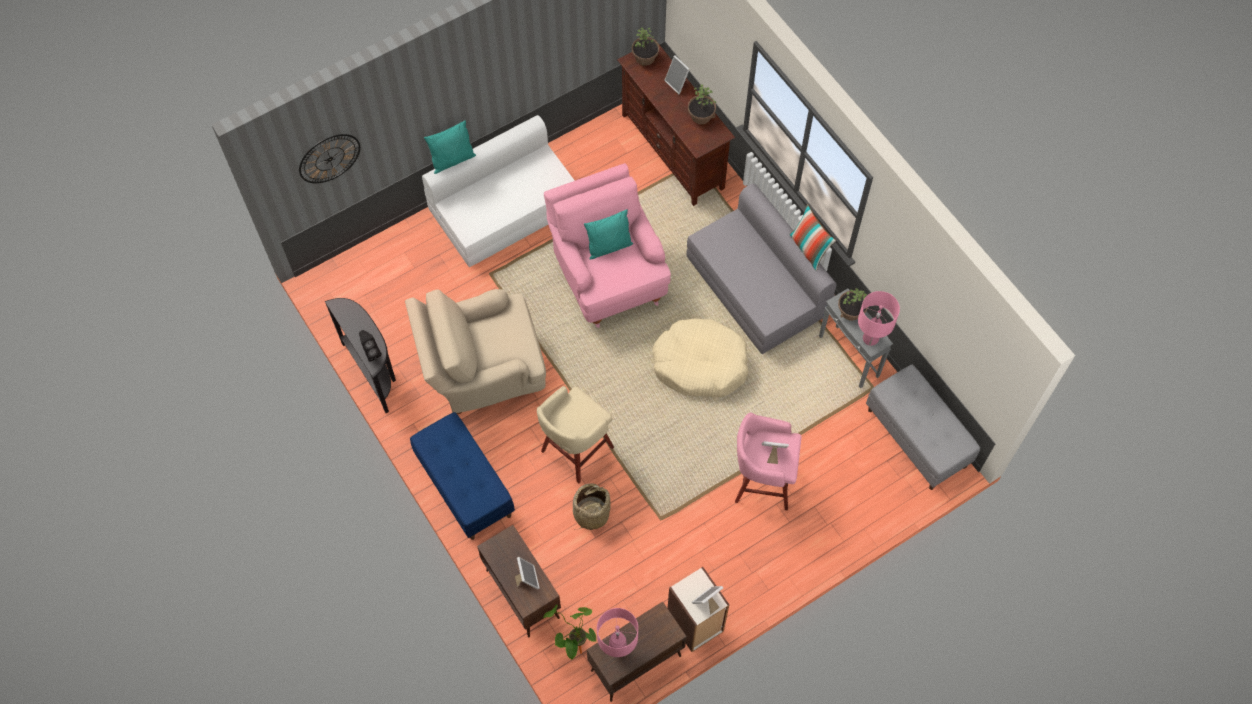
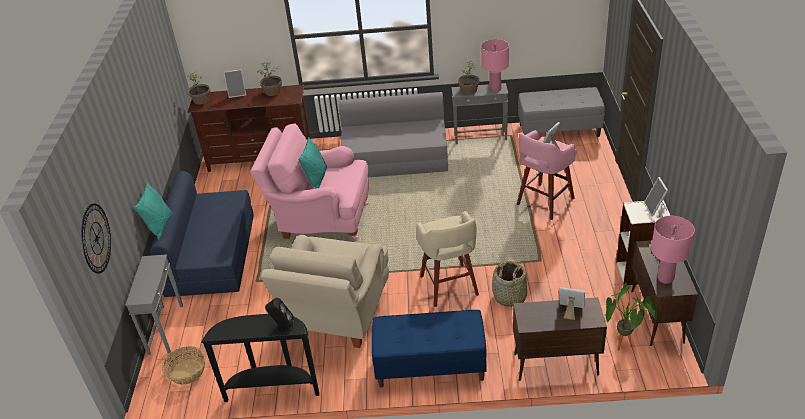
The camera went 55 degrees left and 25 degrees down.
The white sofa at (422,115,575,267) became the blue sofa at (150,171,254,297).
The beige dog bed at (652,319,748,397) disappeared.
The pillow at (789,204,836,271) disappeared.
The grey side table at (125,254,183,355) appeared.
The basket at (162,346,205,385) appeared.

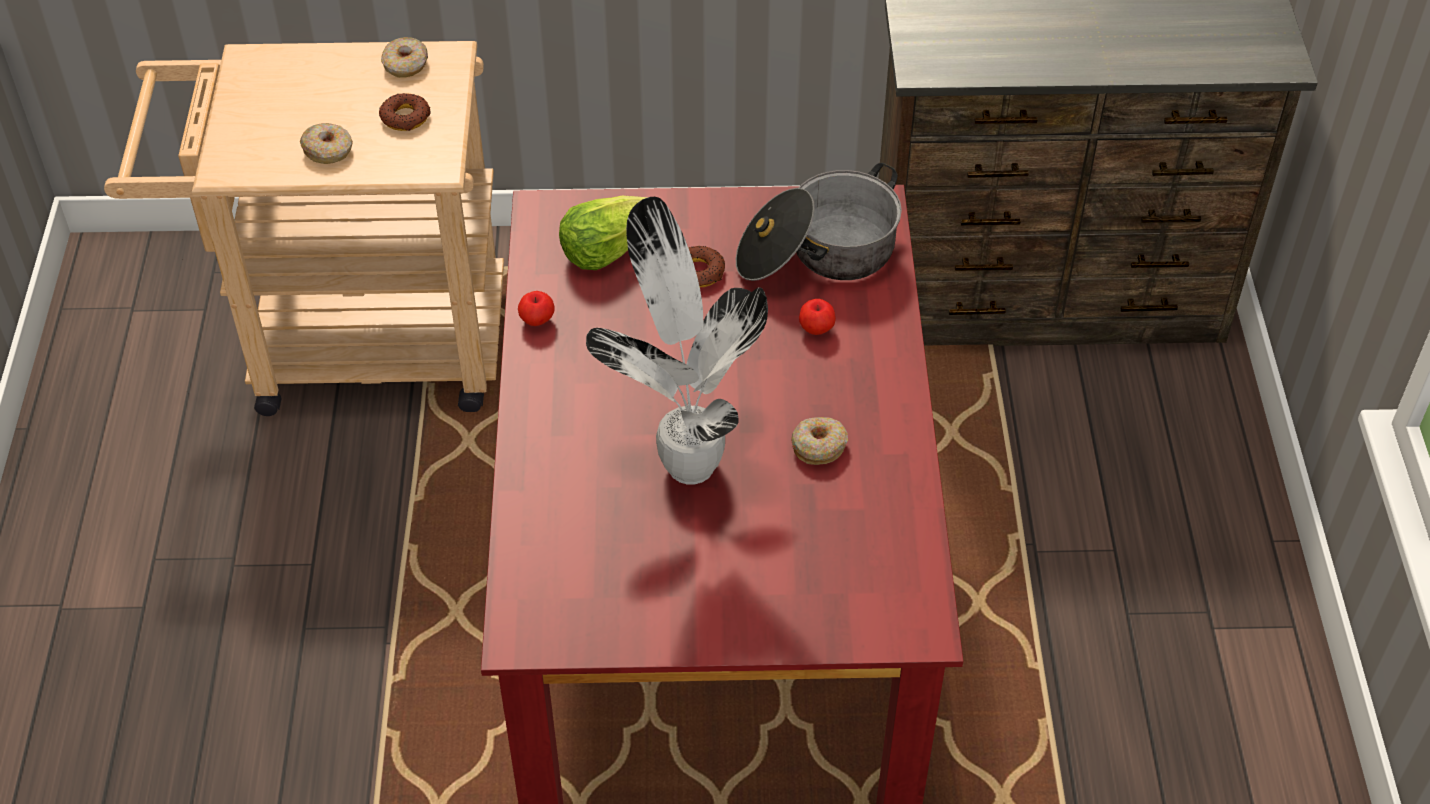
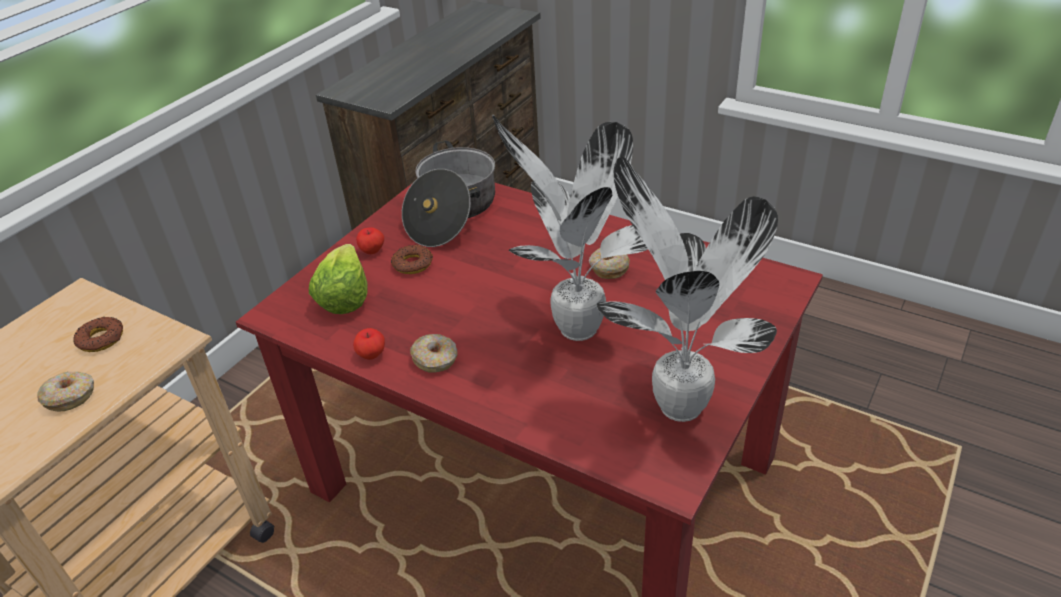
The camera went 55 degrees left and 10 degrees down.
The donut moved from (381,37,428,78) to (410,334,458,373).
The apple moved from (799,299,836,335) to (356,227,384,254).
The potted plant at (597,156,778,422) appeared.

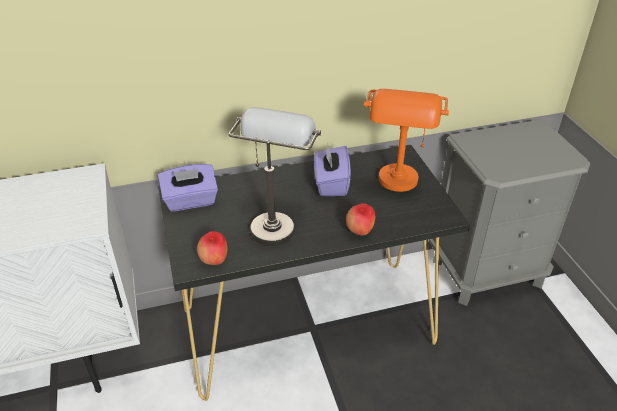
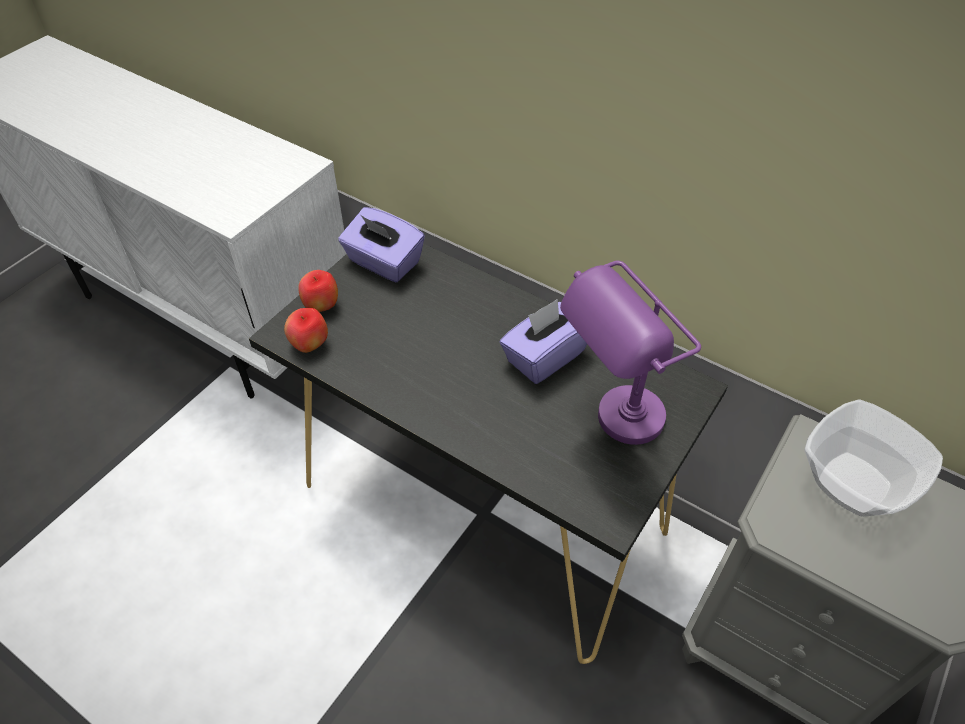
The camera went 50 degrees right and 10 degrees up.
The grey table lamp at (228,107,321,246) disappeared.
The apple moved from (346,203,375,236) to (298,270,338,312).
The orange table lamp at (364,89,449,192) became the purple table lamp at (560,261,701,445).
The bowl at (805,399,943,517) appeared.

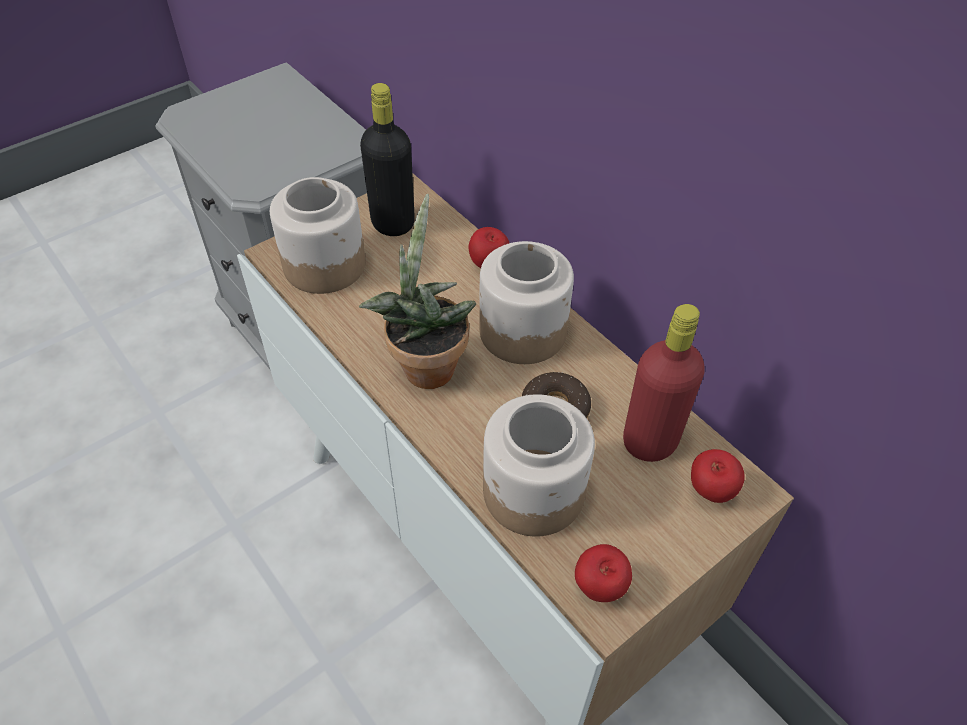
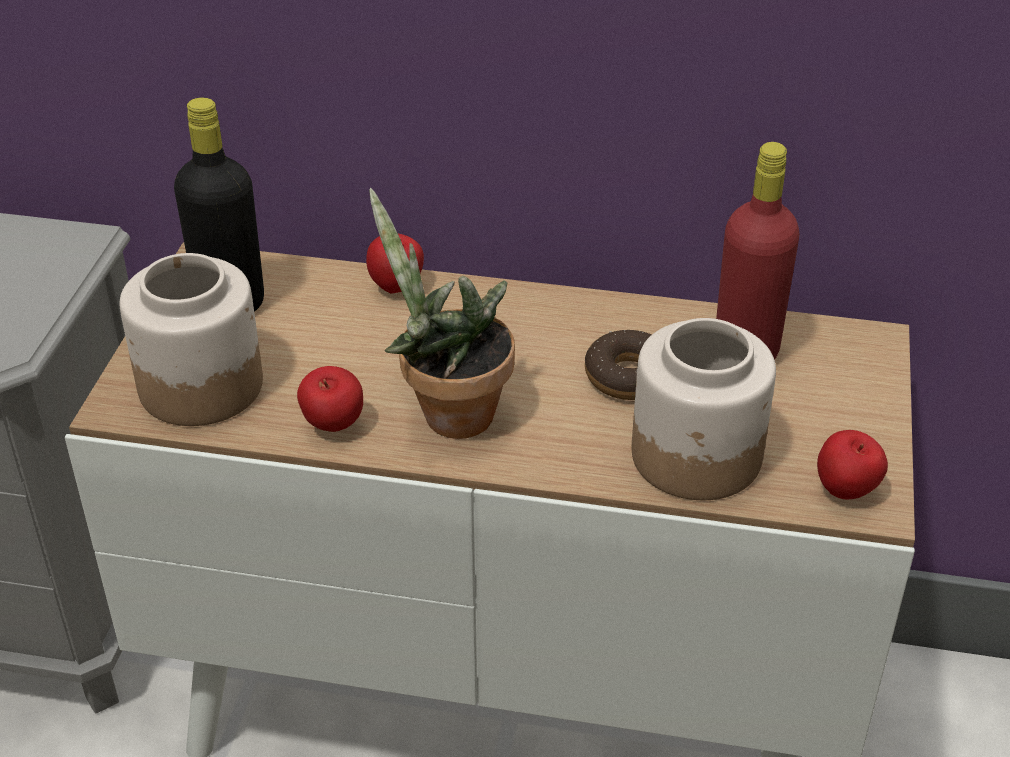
The camera went 40 degrees left and 10 degrees down.
The jar at (479,241,574,364) disappeared.
The apple moved from (691,449,745,503) to (297,366,363,432).

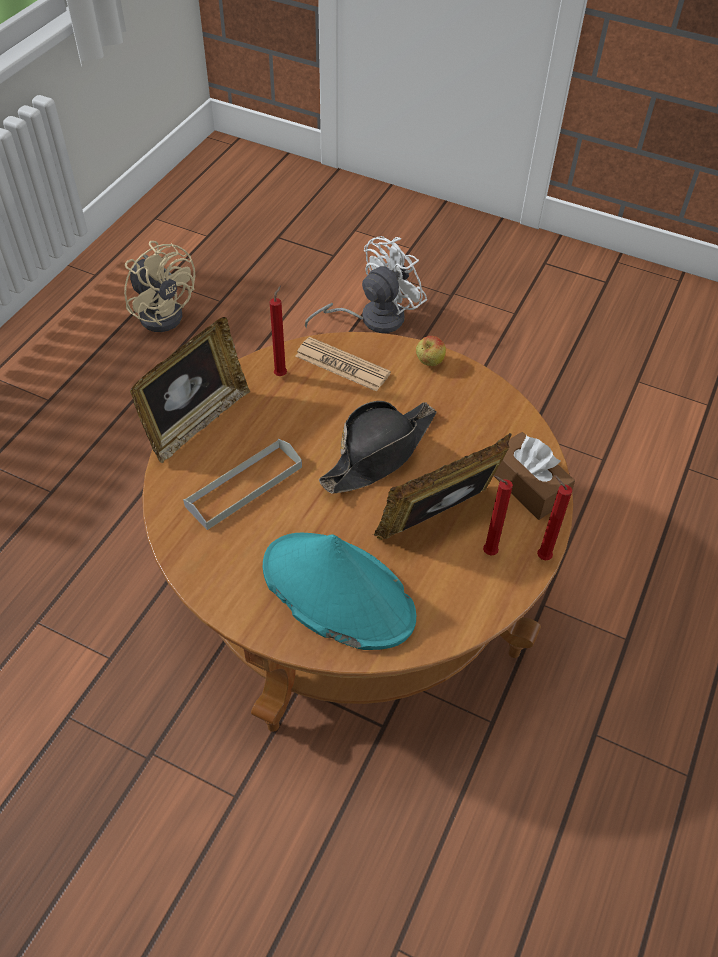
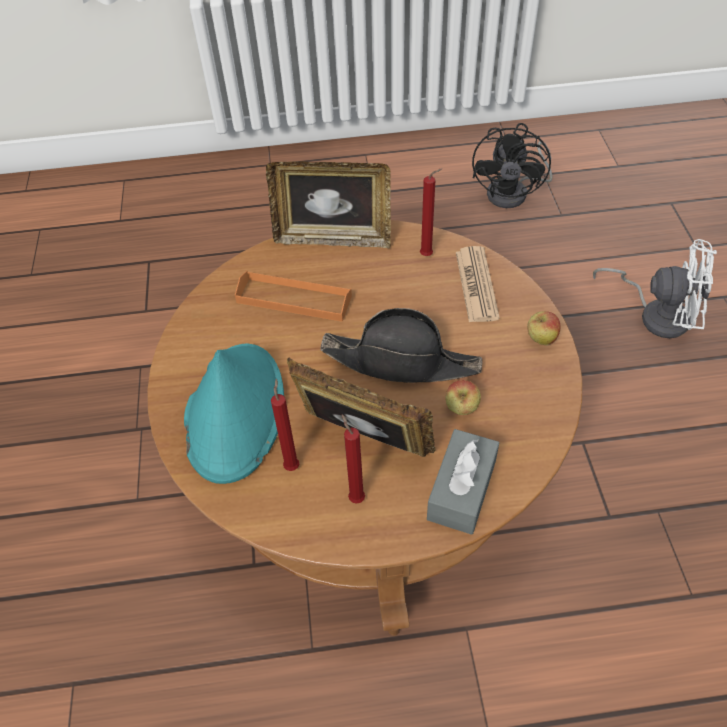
The camera went 60 degrees right and 0 degrees up.
The beige fan at (124,241,195,332) became the black fan at (472,123,552,208).
The grey tray at (183,439,302,530) became the orange tray at (235,271,352,322).
The brown tissue box at (494,432,575,520) became the grey tissue box at (427,429,499,535).
The red candle moved from (537,475,573,560) to (271,378,299,471).
The apple at (445,380,481,415) appeared.

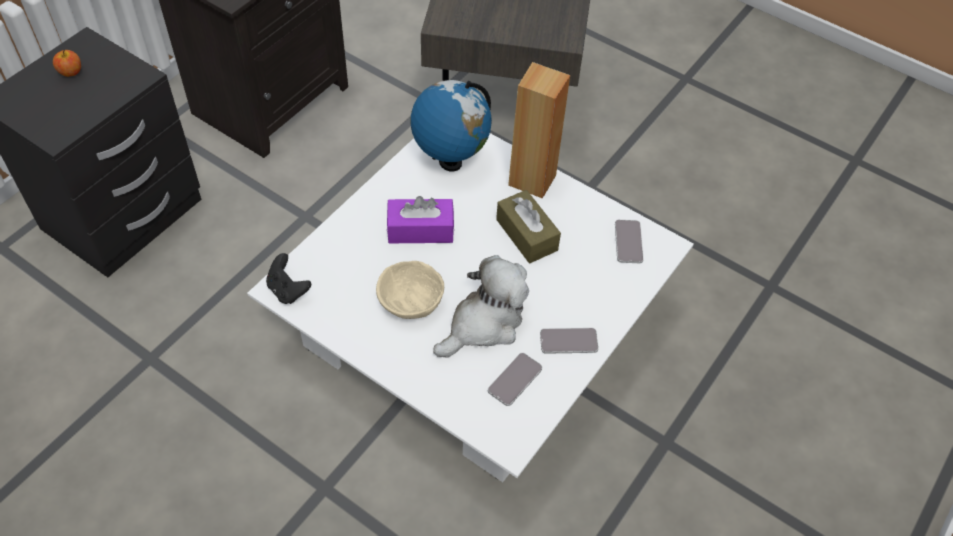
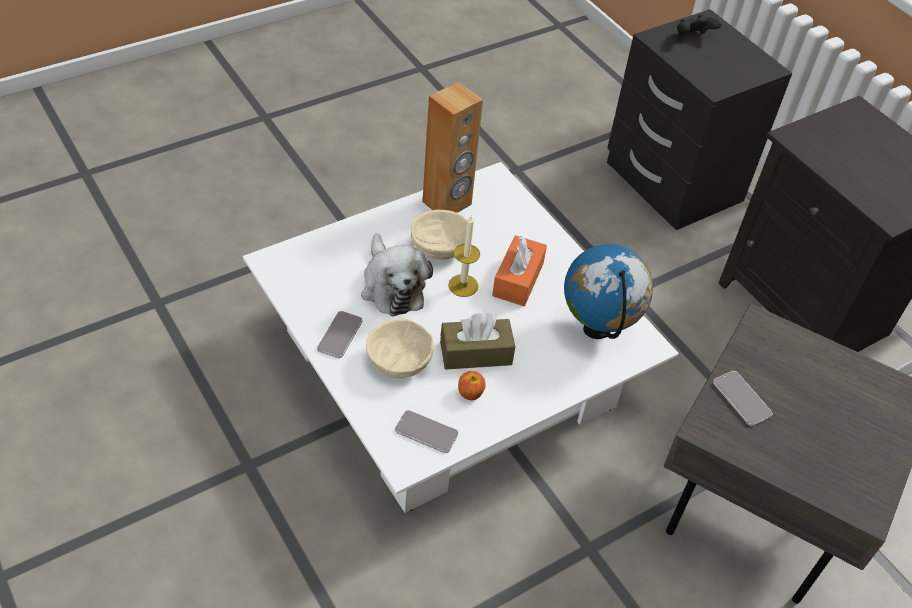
The camera went 110 degrees right and 5 degrees down.
The apple moved from (53,50,81,77) to (458,371,486,400).
The black game controller moved from (266,253,311,304) to (677,15,722,36).
The purple tissue box at (387,196,454,243) became the orange tissue box at (492,235,547,306).
The phone moved from (488,353,542,406) to (713,371,773,426).
The brown speaker moved from (508,62,570,199) to (422,82,483,213).
The beige bowl at (366,319,434,378) appeared.
The candle at (448,216,480,297) appeared.

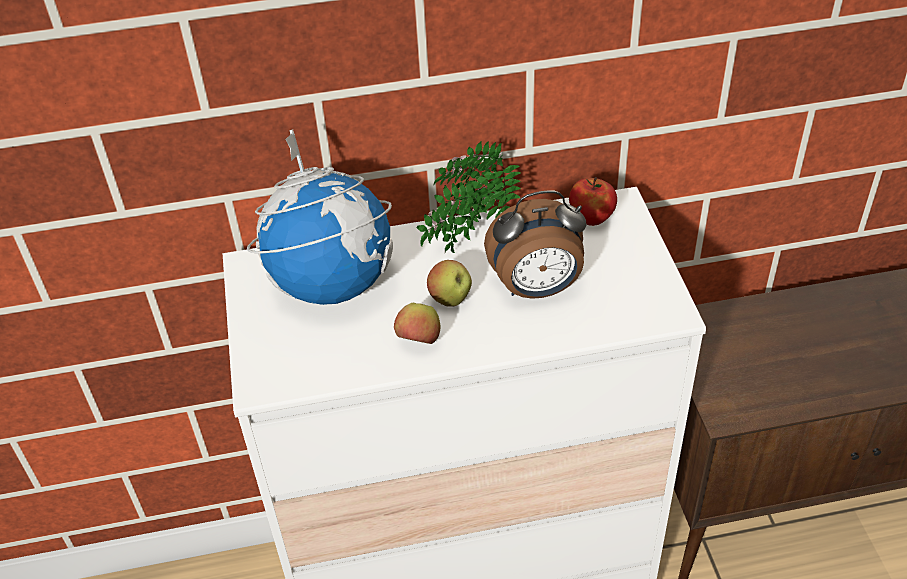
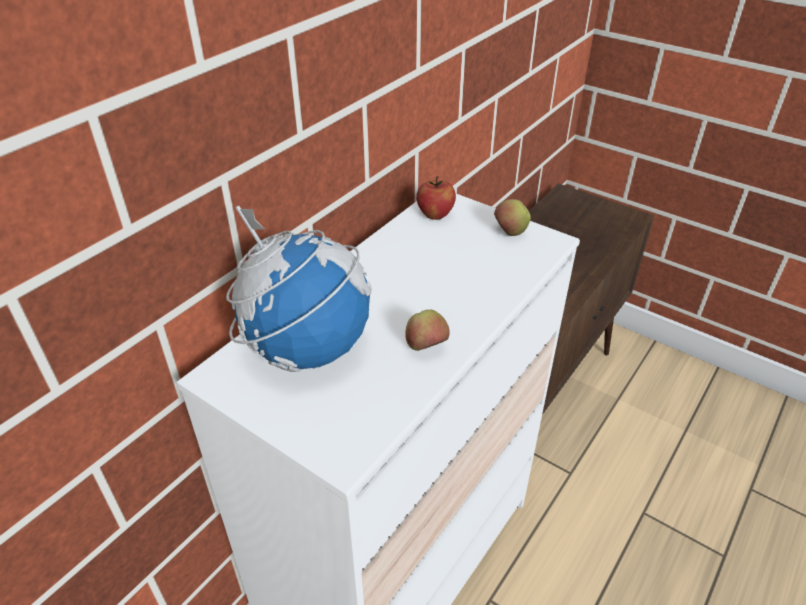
The camera went 45 degrees left and 5 degrees down.
The potted plant at (417,141,521,253) disappeared.
The apple moved from (427,260,472,307) to (494,199,531,236).
The alarm clock at (484,191,587,299) disappeared.

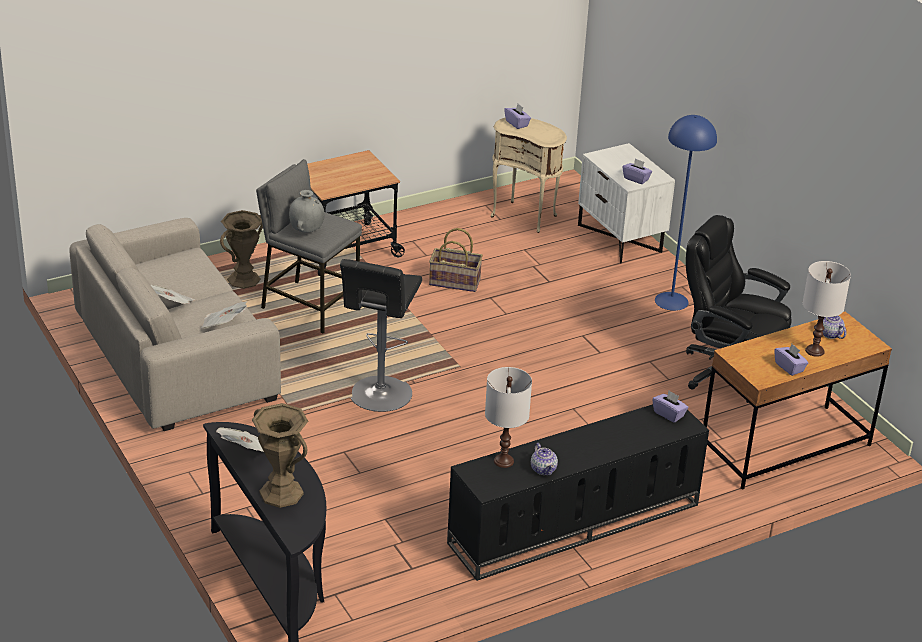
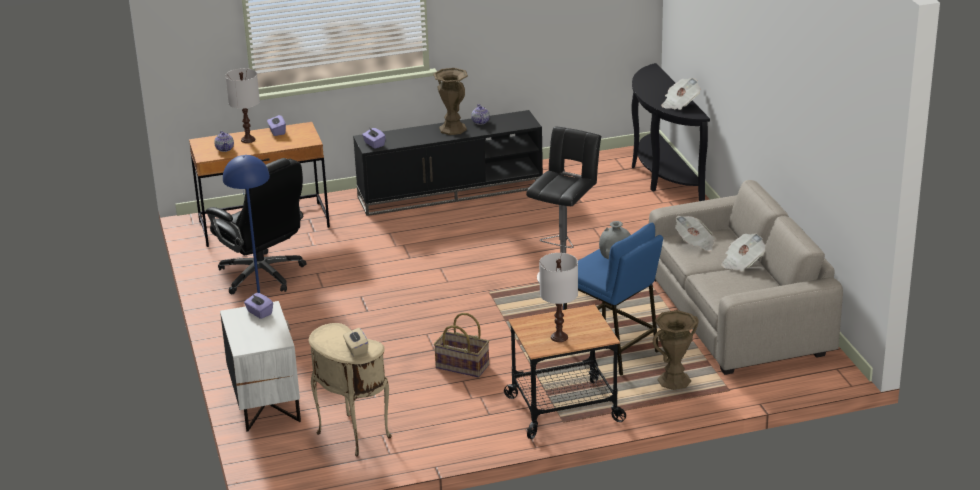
The camera went 165 degrees left and 5 degrees down.
The brown vase moved from (252,403,308,508) to (433,68,468,135).
The grey stool at (256,159,362,334) became the blue stool at (563,223,663,376).
The white table lamp moved from (485,367,532,468) to (539,253,578,342).
The purple tissue box at (504,104,531,129) became the beige tissue box at (343,328,368,356).

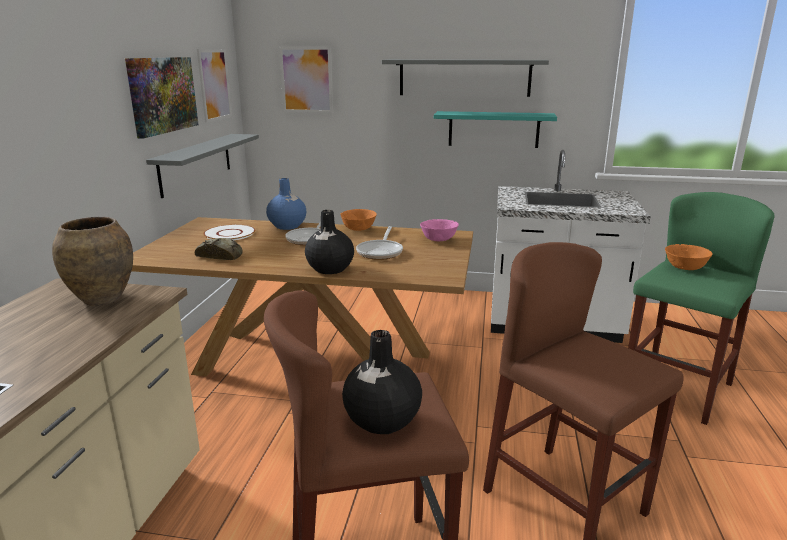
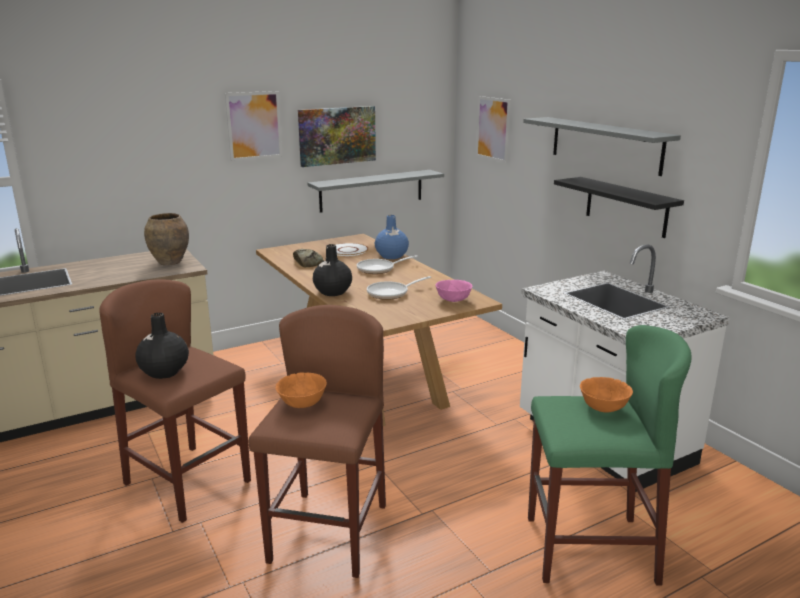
The camera went 50 degrees right and 0 degrees up.
The picture moved from (197,49,232,123) to (225,91,283,161).
The orange bowl moved from (340,209,377,231) to (275,372,327,408).
The turquoise shelf at (434,111,557,148) became the black shelf at (554,177,684,238).

